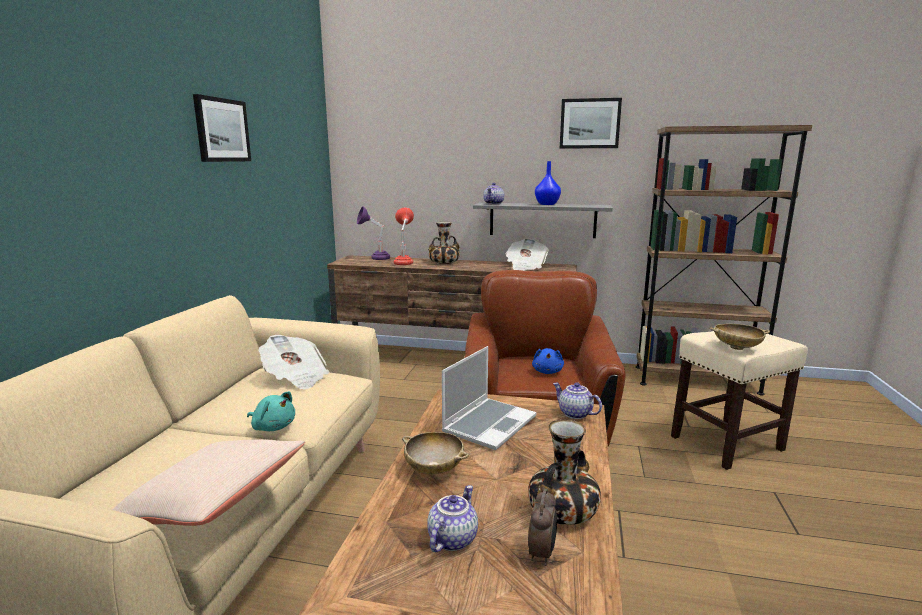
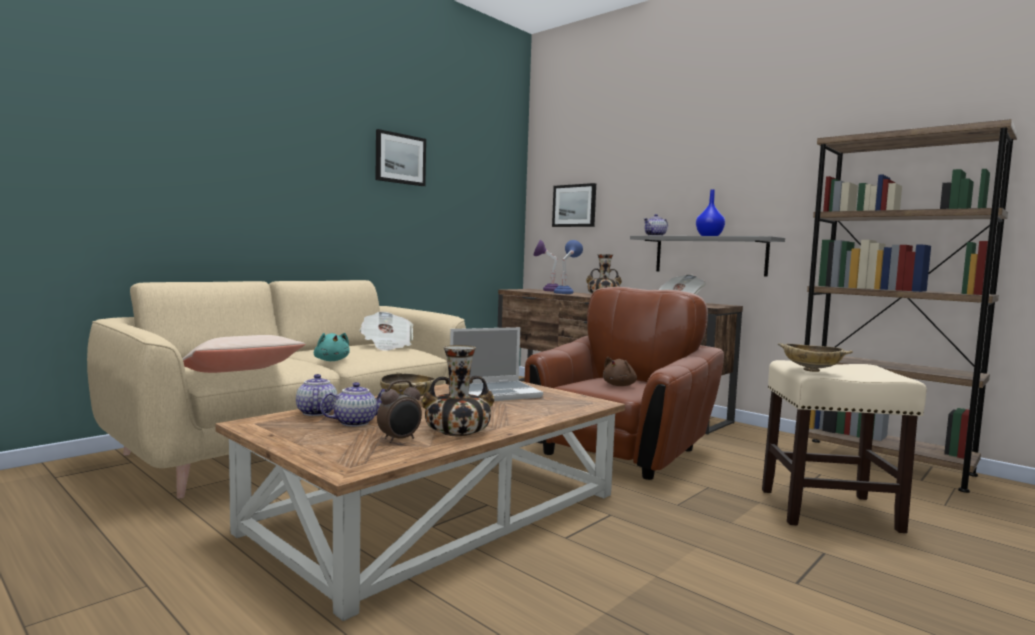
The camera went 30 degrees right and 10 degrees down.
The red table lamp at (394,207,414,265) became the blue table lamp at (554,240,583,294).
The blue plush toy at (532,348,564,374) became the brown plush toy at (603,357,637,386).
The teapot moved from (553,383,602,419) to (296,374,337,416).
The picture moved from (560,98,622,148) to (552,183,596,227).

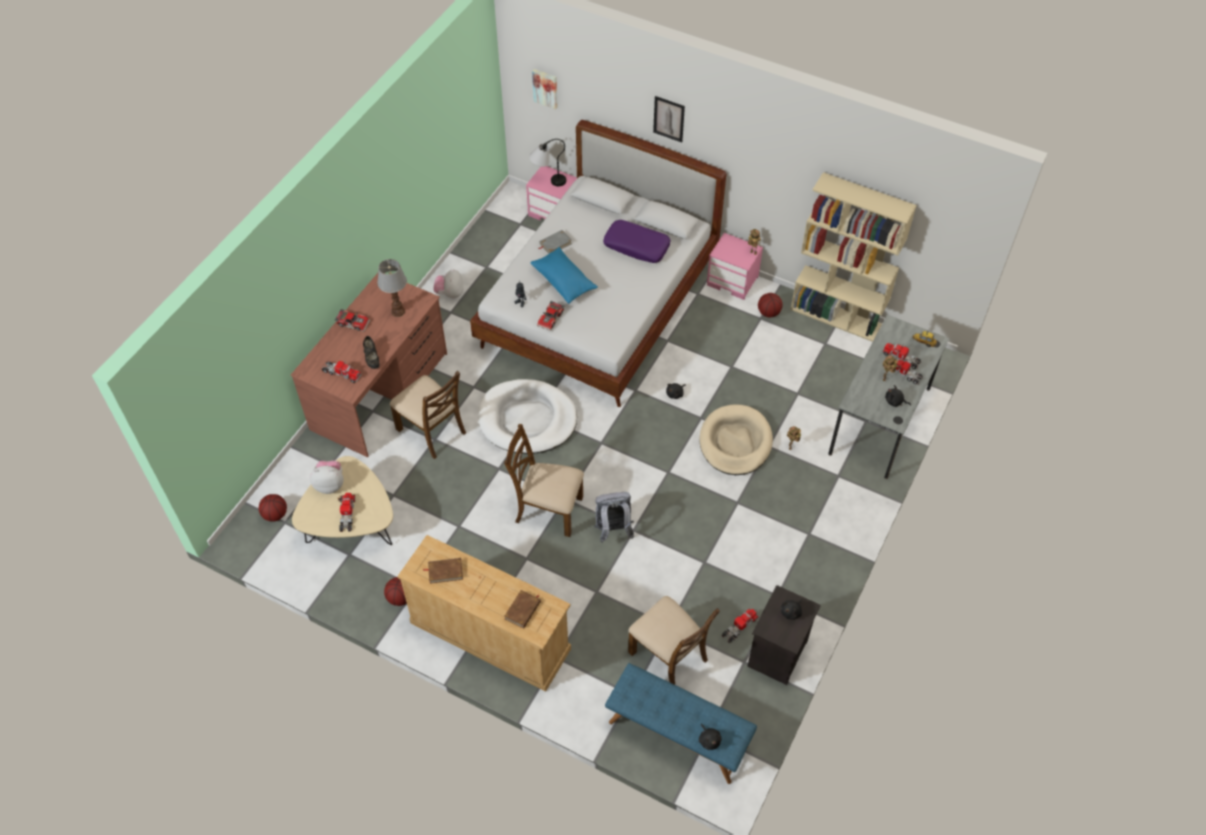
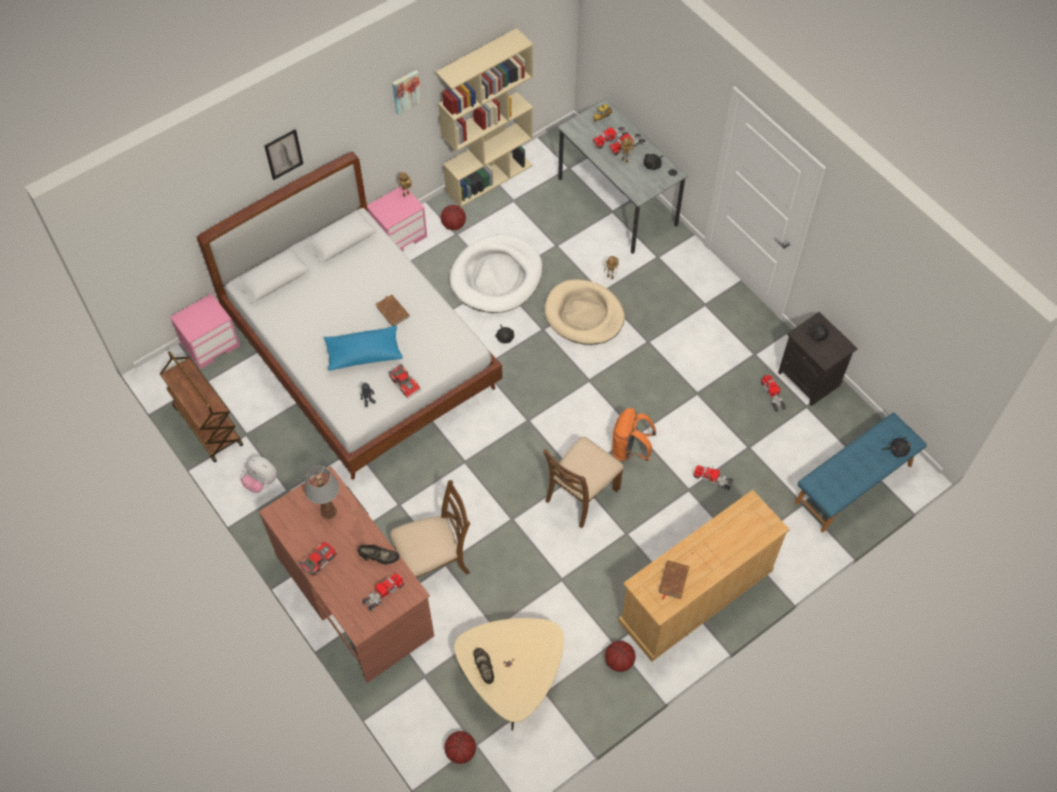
The camera went 65 degrees left and 5 degrees up.
The plush toy at (310,460,344,494) was replaced by the black shoe at (474,648,494,684).
The toy truck moved from (339,493,355,532) to (693,465,734,490).
The white dog bed moved from (478,379,577,454) to (450,235,543,313).
The brown book moved from (504,590,541,629) to (376,295,409,326).
The table lamp at (530,139,566,186) disappeared.
The picture moved from (532,69,558,110) to (392,70,422,116).
The grey book at (538,230,572,254) disappeared.
The grey backpack at (594,492,634,543) became the orange backpack at (612,408,656,461).
The purple pillow at (603,220,671,263) disappeared.
The brown chair at (628,596,720,685) disappeared.
The brown cart at (160,351,243,463) appeared.

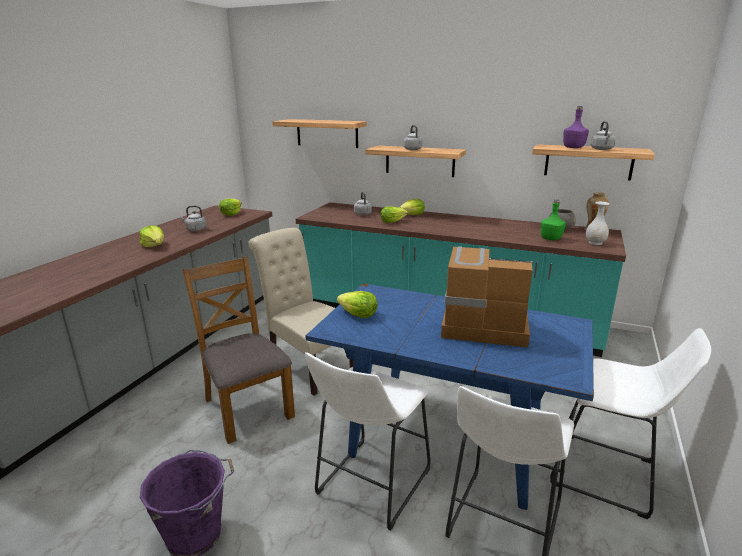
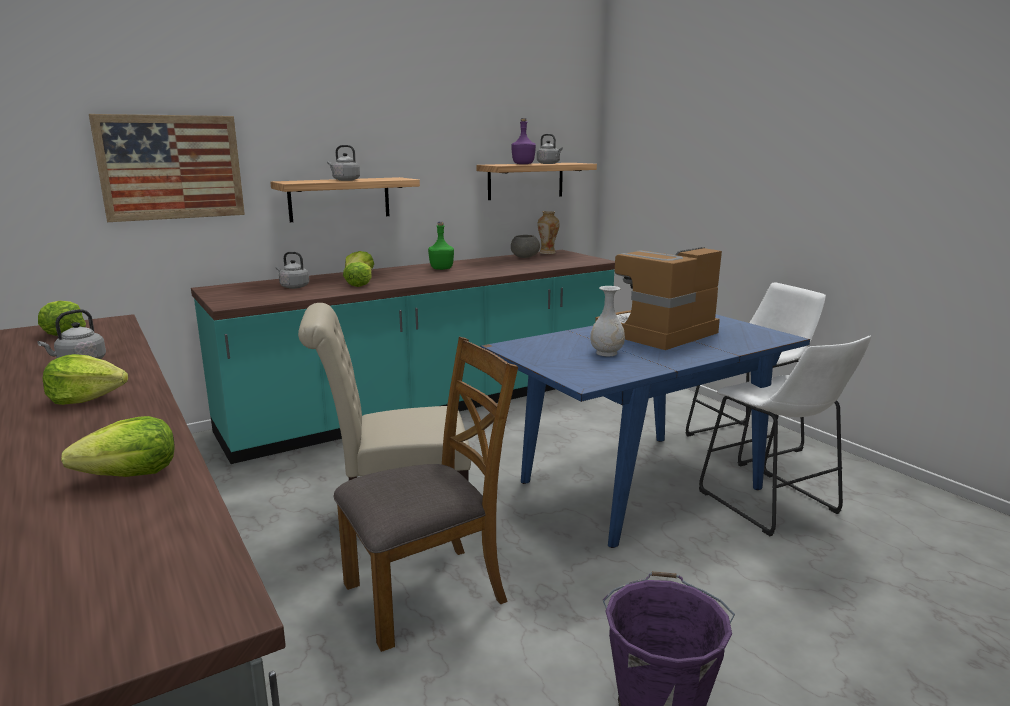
The camera went 55 degrees left and 5 degrees down.
The brown chair at (182,256,295,444) turned 150 degrees clockwise.
The shelf at (273,119,367,148) was replaced by the picture at (89,114,245,222).
The white stool at (305,352,431,530) disappeared.
The lettuce moved from (337,291,378,318) to (61,416,175,477).
The green bottle moved from (541,199,566,241) to (428,222,454,270).
The white vase moved from (586,202,610,245) to (590,286,625,356).

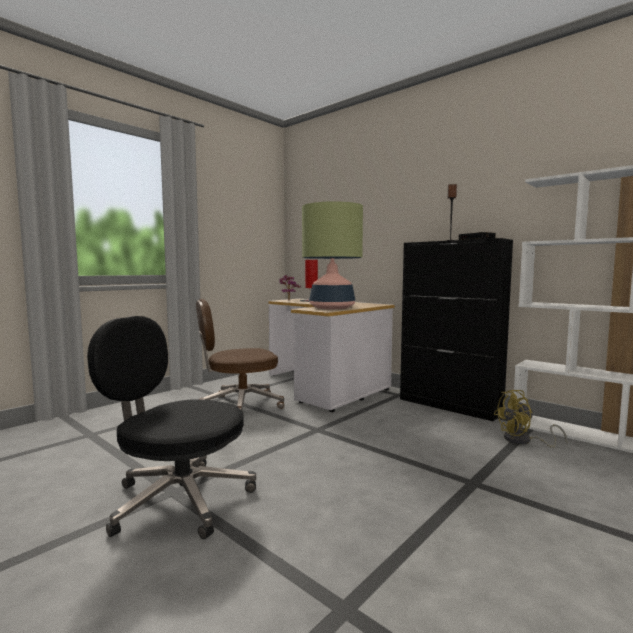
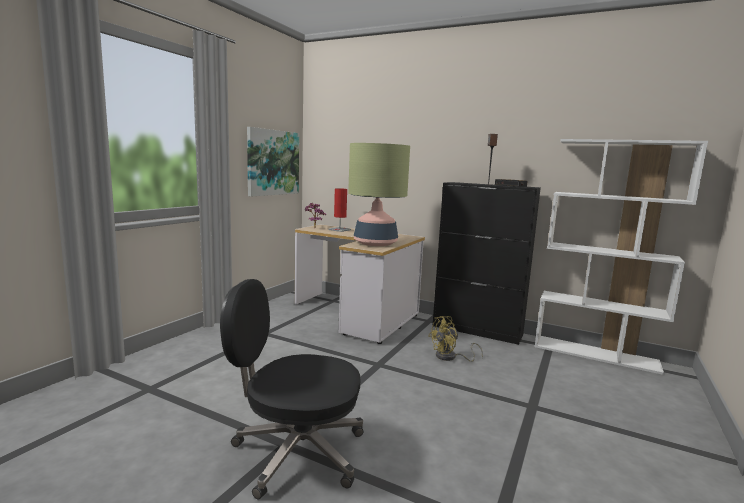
The camera went 15 degrees left and 5 degrees up.
The brown office chair at (196,299,284,410) disappeared.
The yellow fan moved from (493,390,567,448) to (428,316,483,362).
The picture at (247,127,299,196) appeared.

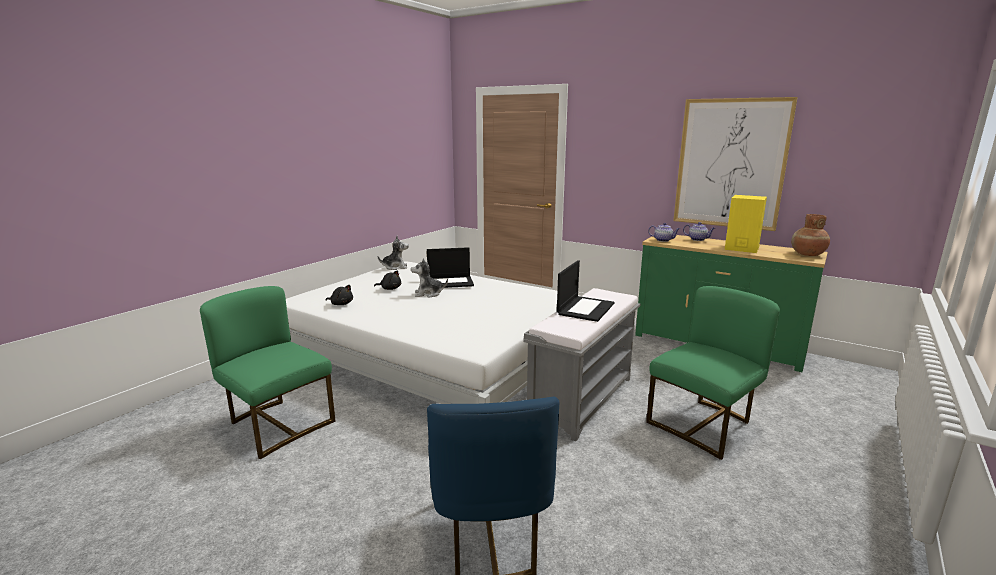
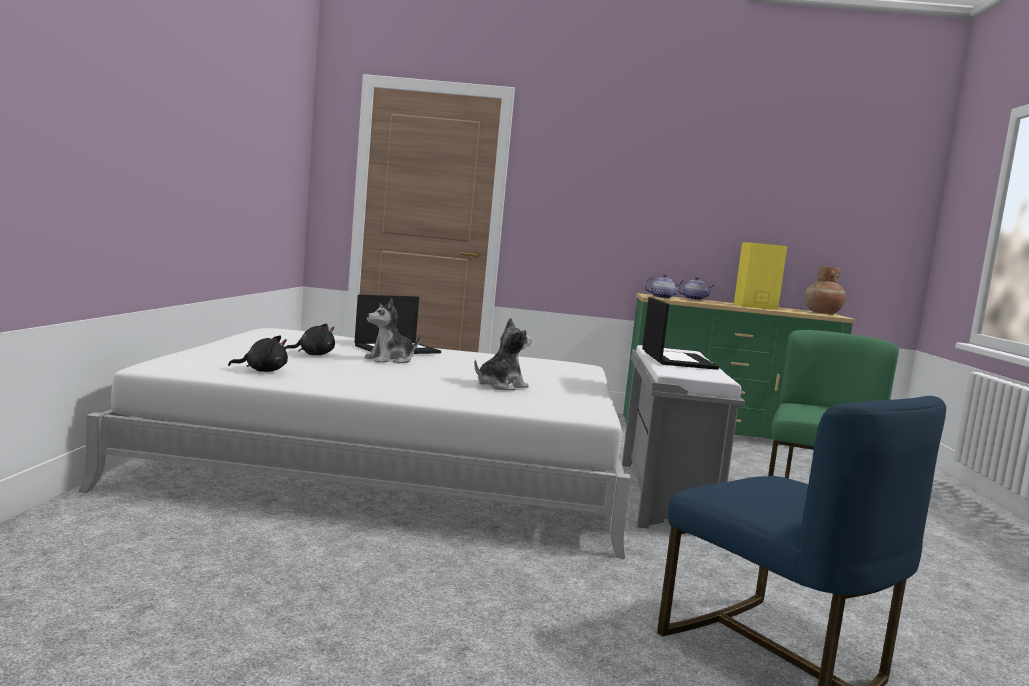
The camera went 30 degrees left and 10 degrees down.
The green chair at (200,286,335,459) disappeared.
The plush toy moved from (378,236,409,270) to (474,318,532,390).
The picture at (673,97,798,231) disappeared.

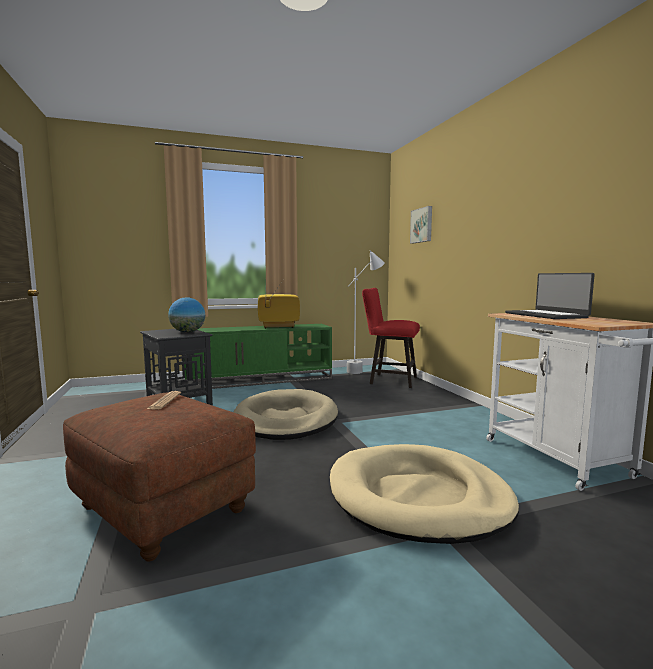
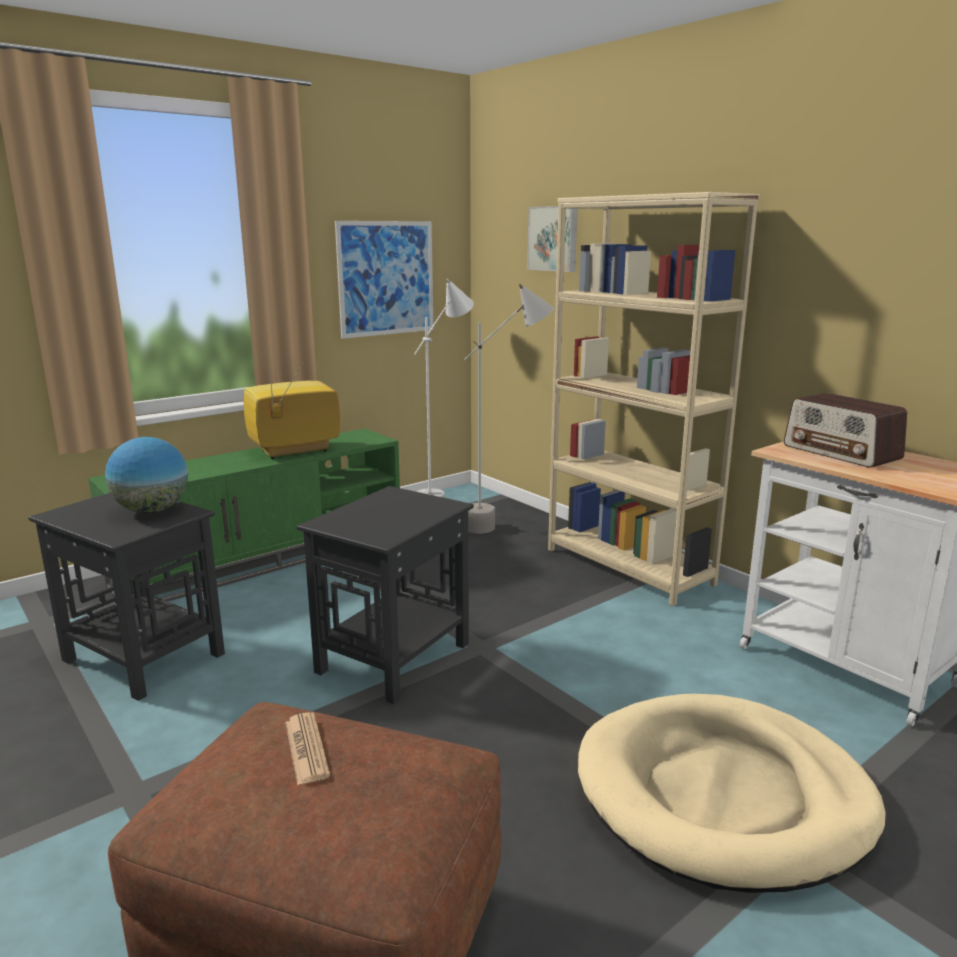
The camera went 20 degrees left and 10 degrees up.
The beige dog bed at (234,389,338,440) was replaced by the black side table at (297,486,474,704).
The red stool at (362,288,420,388) was replaced by the grey floor lamp at (464,284,554,534).
The laptop at (505,273,595,319) was replaced by the radio at (784,393,907,468).
The picture at (335,221,433,339) appeared.
The beige bookcase at (548,192,760,606) appeared.

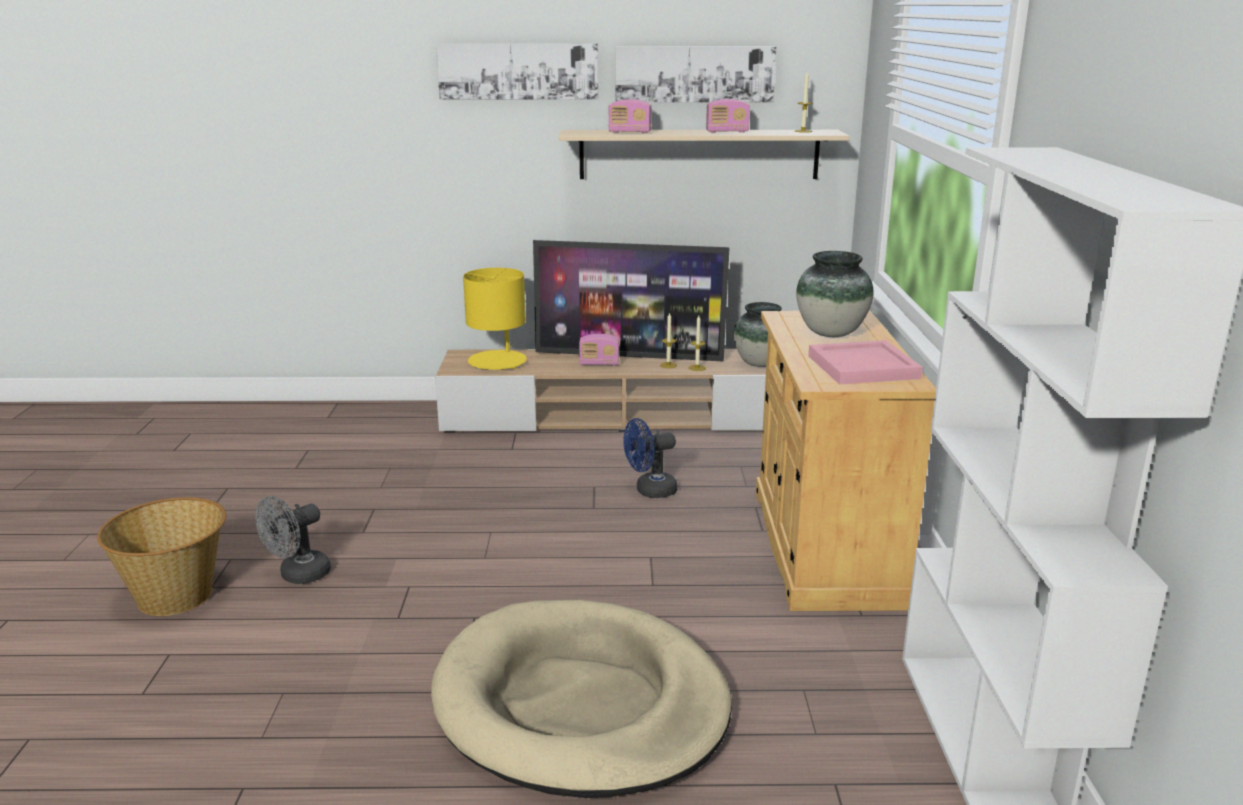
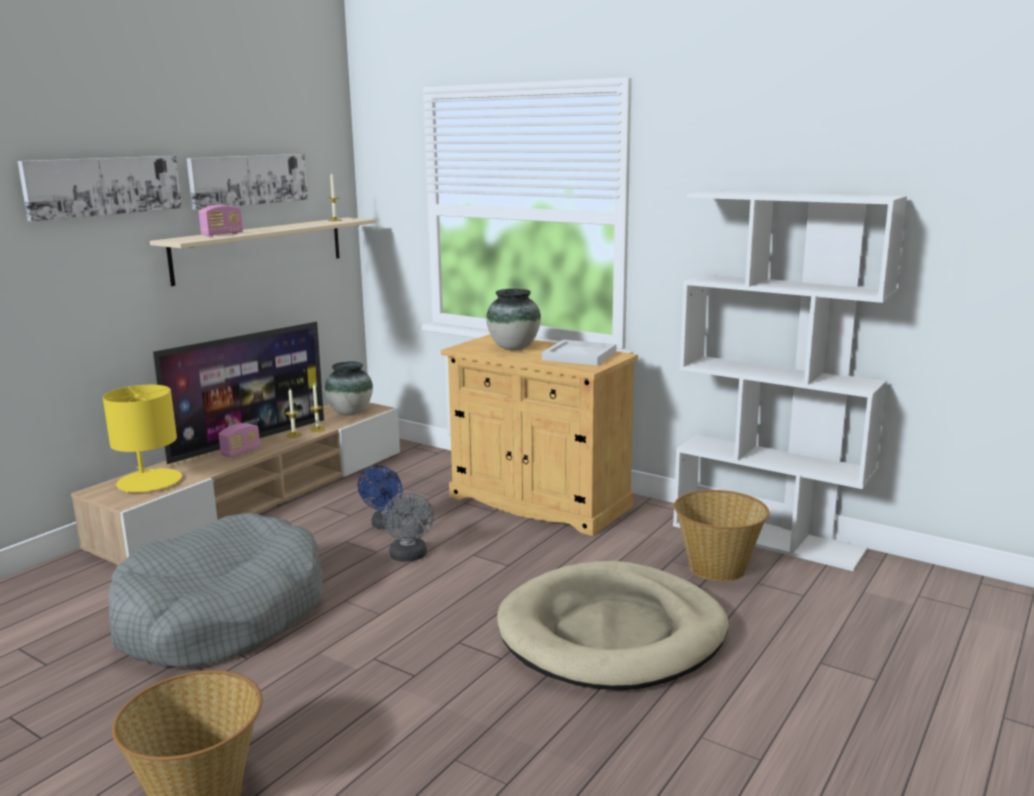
The camera went 55 degrees left and 5 degrees down.
The grey fan moved from (255,496,331,584) to (383,493,434,562).
The radio at (706,99,750,133) disappeared.
The pink tray at (808,340,923,385) became the white tray at (542,340,616,366).
The grey dog bed at (108,512,323,668) appeared.
The basket at (674,490,770,582) appeared.

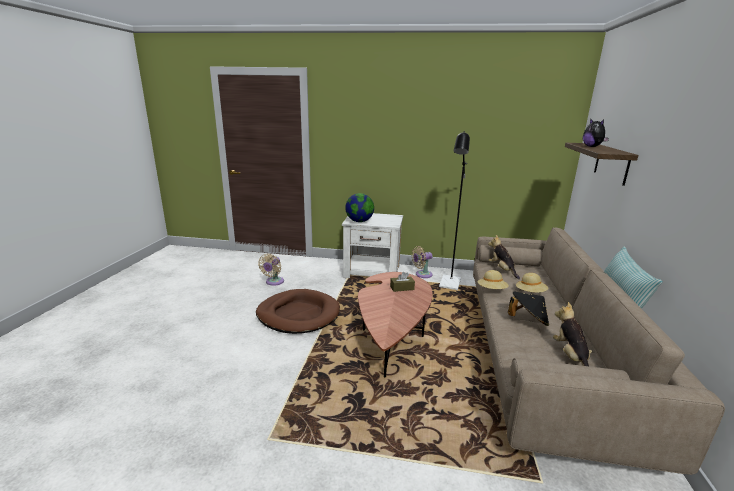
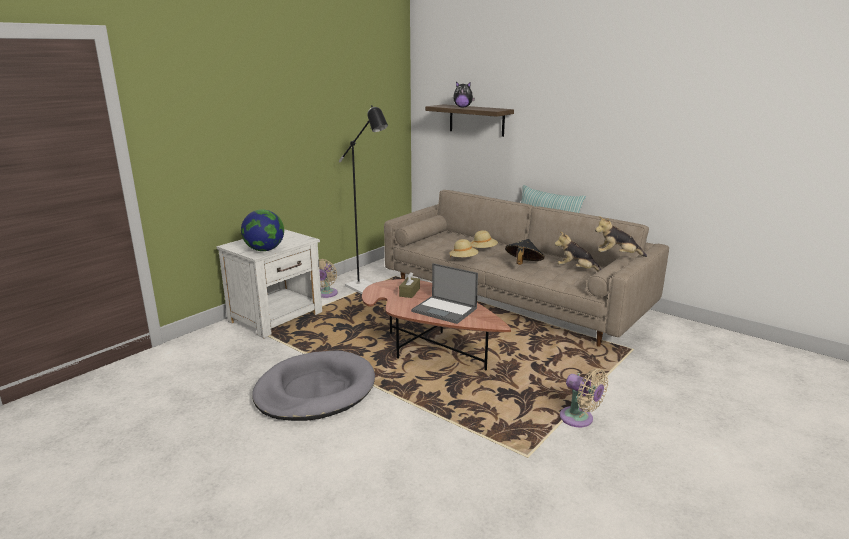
The camera went 60 degrees left and 0 degrees up.
The brown dog bed at (256,289,340,334) became the grey dog bed at (252,351,375,421).
The beige fan moved from (258,254,284,286) to (560,368,608,427).
The plush toy moved from (488,235,520,279) to (595,216,647,257).
The laptop at (411,263,478,324) appeared.

